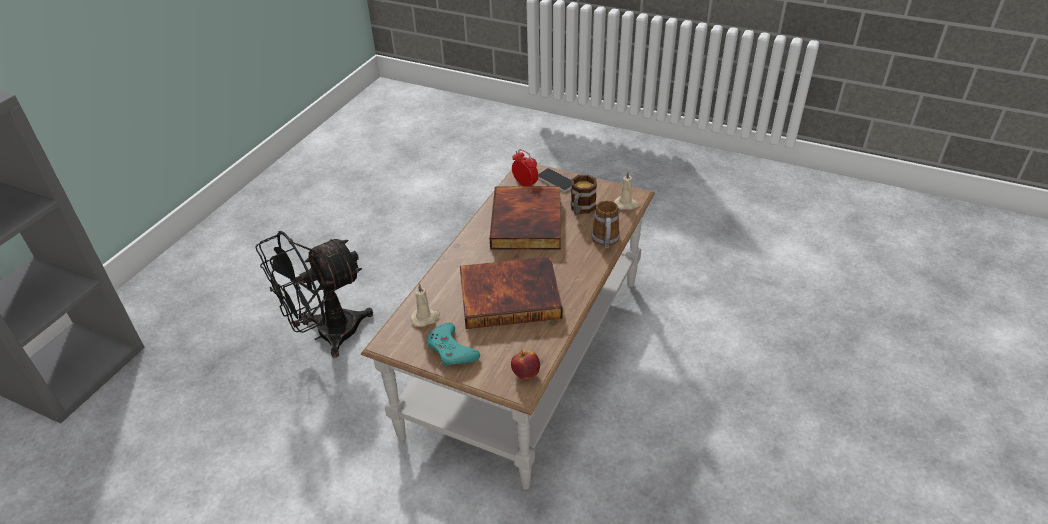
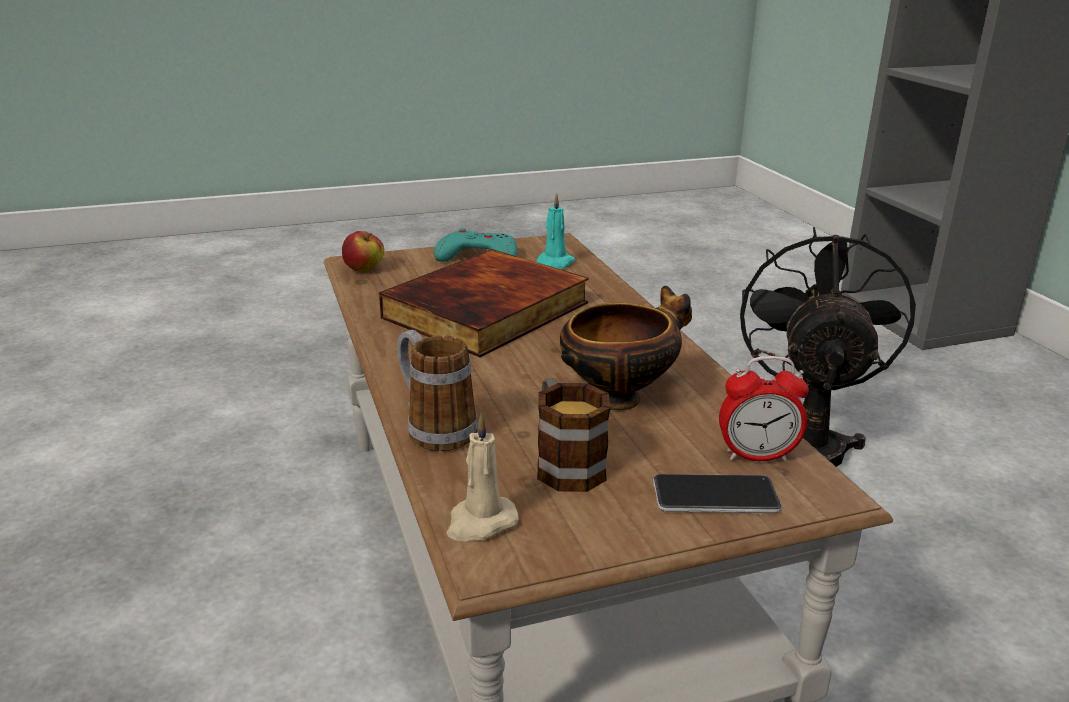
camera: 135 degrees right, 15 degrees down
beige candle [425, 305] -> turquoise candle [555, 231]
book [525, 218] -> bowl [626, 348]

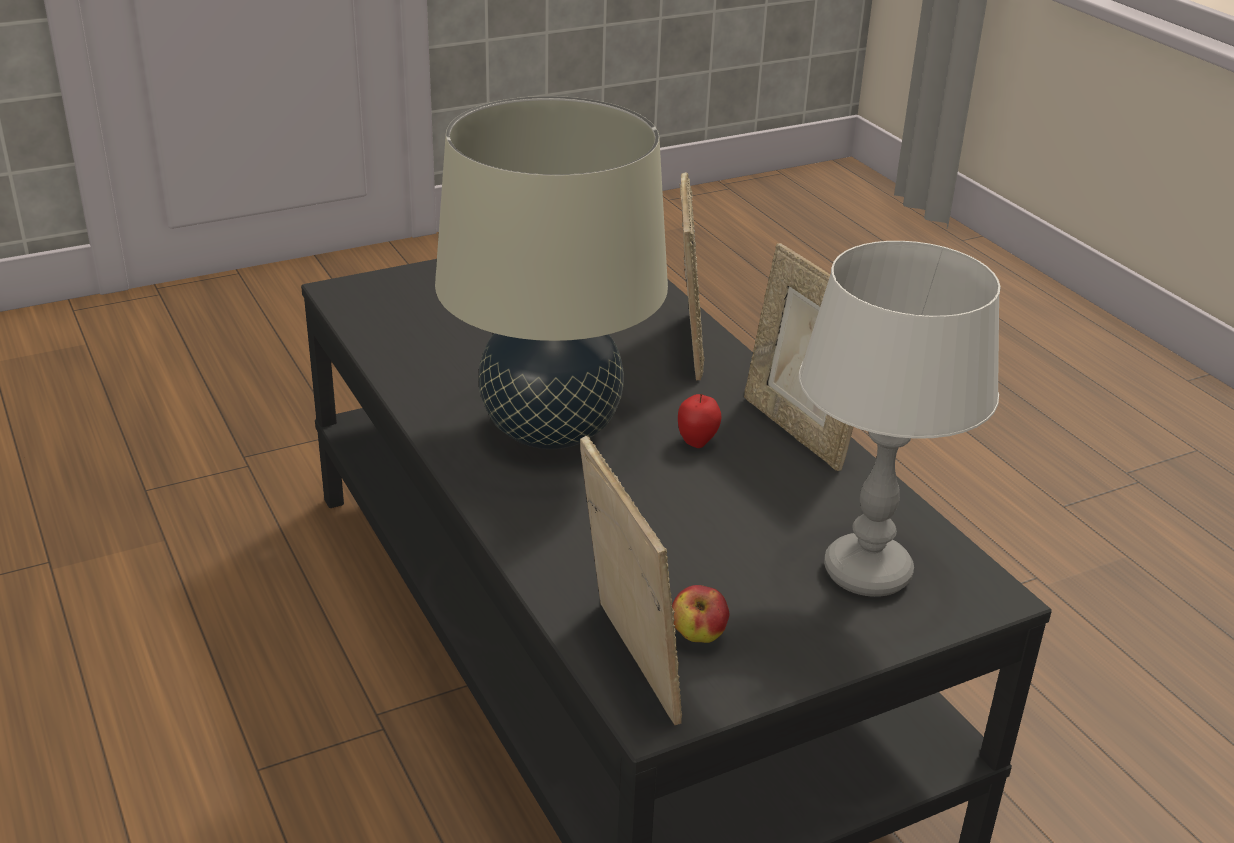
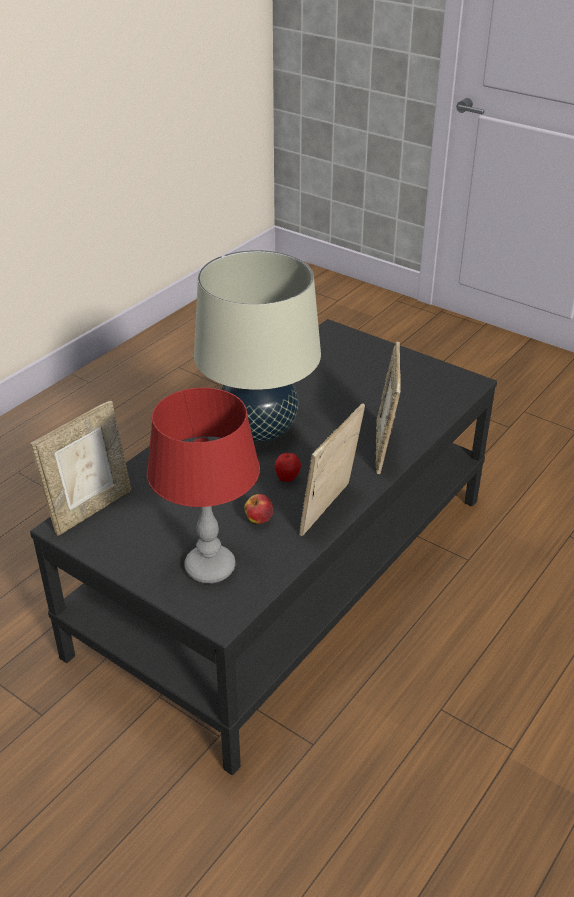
camera: 65 degrees right, 5 degrees up
grey table lamp [899, 419] -> red table lamp [203, 486]
apple [701, 614] -> apple [259, 509], moved
picture frame [692, 276] -> picture frame [388, 408], 120 degrees clockwise

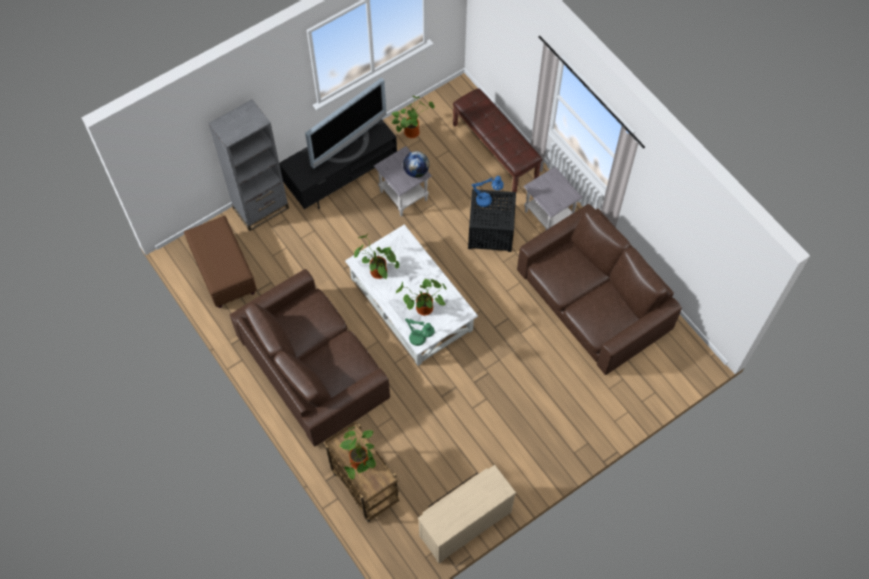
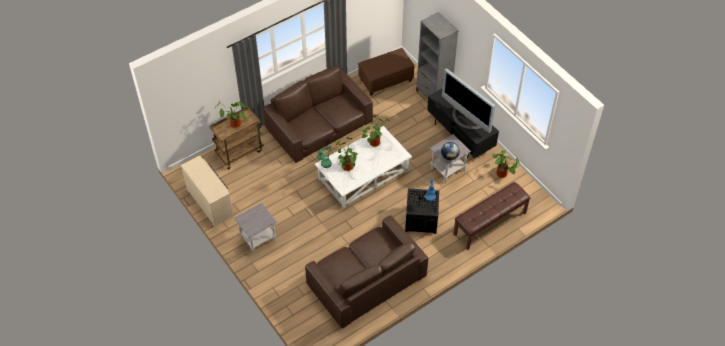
camera: 90 degrees right, 10 degrees down
grey side table [553, 198] -> grey side table [255, 228], moved

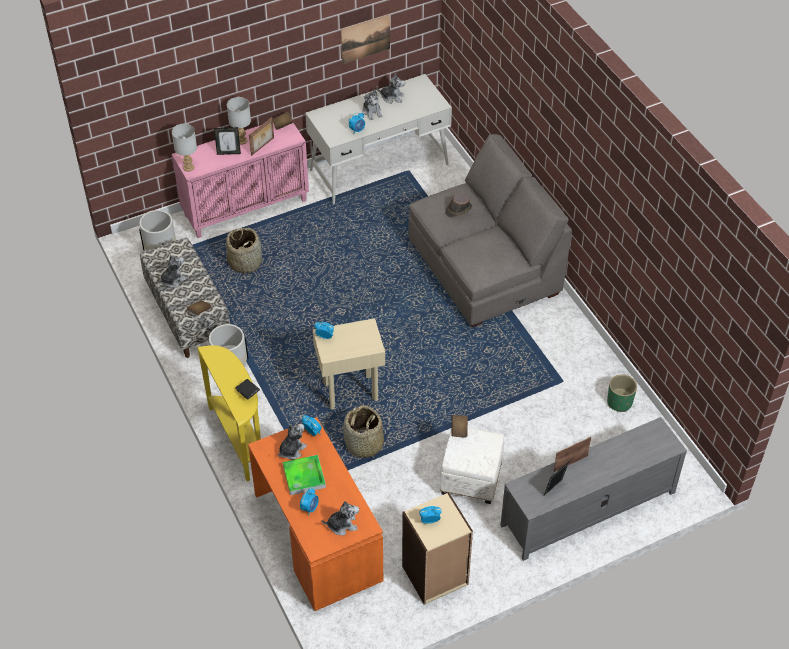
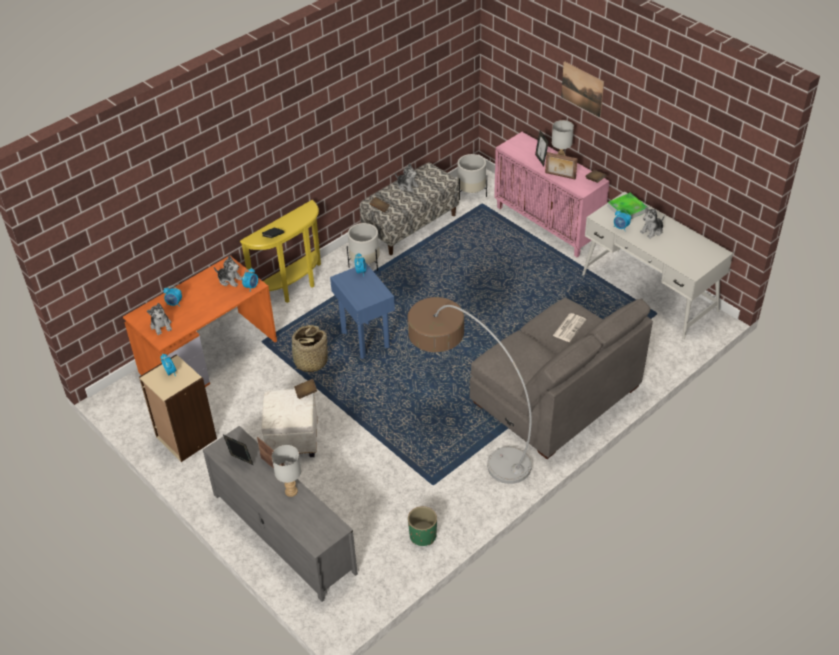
camera: 75 degrees right, 5 degrees down
grey table lamp [184, 148] -> grey table lamp [286, 471], moved
beige side table [349, 364] -> blue side table [362, 311]
none -> floor lamp [469, 390]
brown hat [458, 206] -> newspaper [569, 327]
picture [365, 39] -> picture [582, 89], moved
tray [304, 475] -> tray [627, 206], moved
basket [244, 250] -> none
plush toy [391, 88] -> none

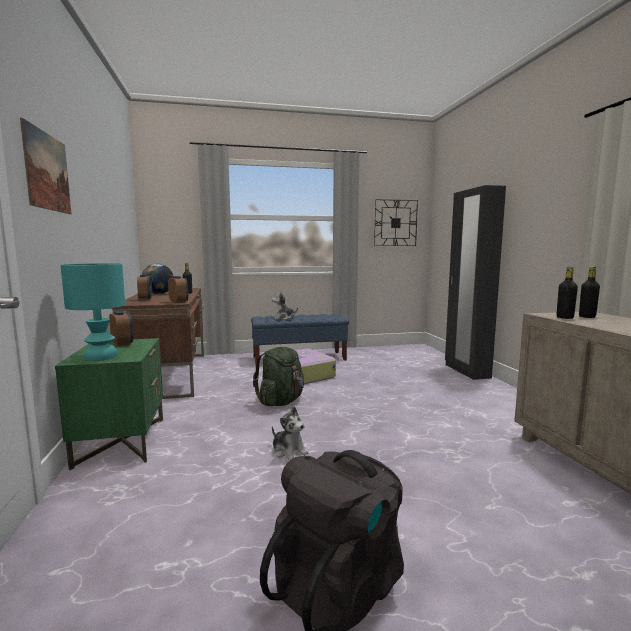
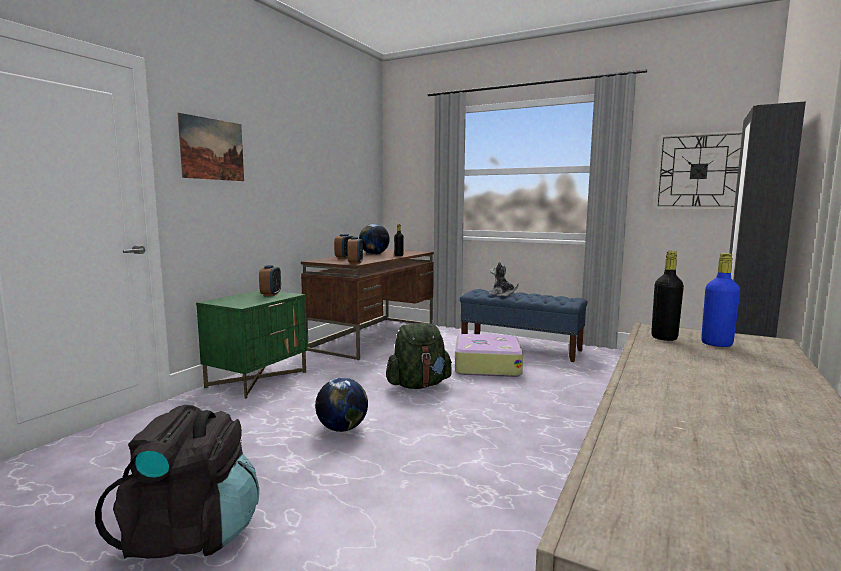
camera: 40 degrees right, 0 degrees up
plush toy [290, 433] -> globe [341, 405]
black bottle [589, 292] -> blue bottle [720, 300]
turquoise table lamp [93, 312] -> none

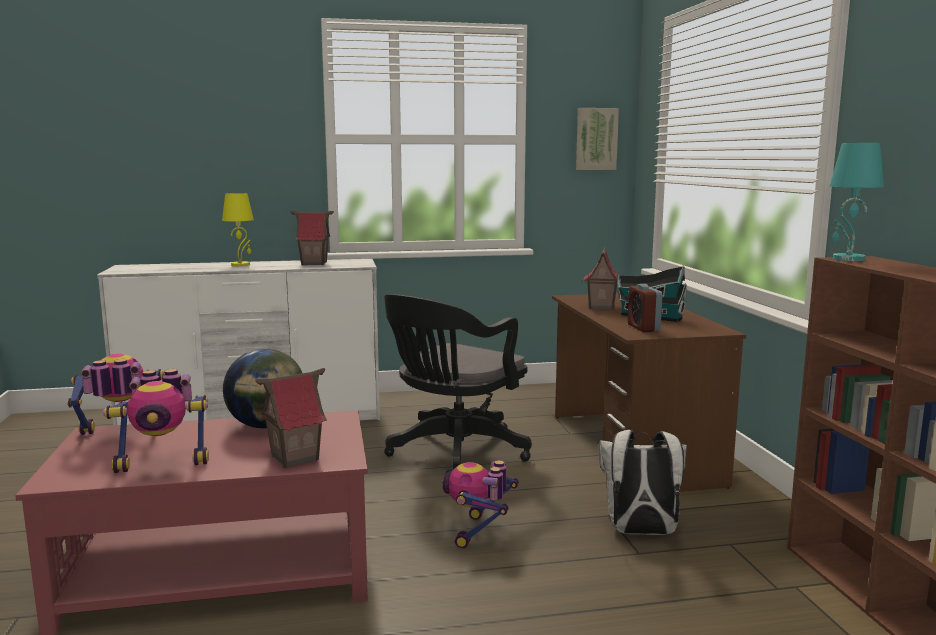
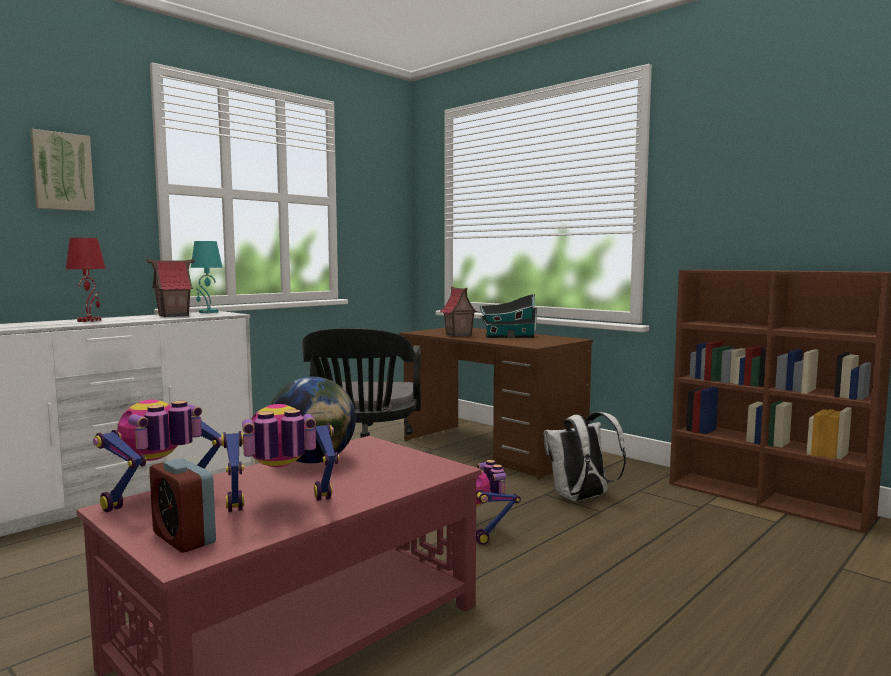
camera: 35 degrees left, 5 degrees down
picture [597, 139] -> picture [62, 170], moved
yellow table lamp [238, 230] -> red table lamp [86, 280]
alarm clock [645, 308] -> alarm clock [182, 505], moved
turquoise table lamp [857, 202] -> turquoise table lamp [207, 277], moved
toy robot [156, 421] -> toy robot [279, 458], 150 degrees counterclockwise
toy house [291, 418] -> none

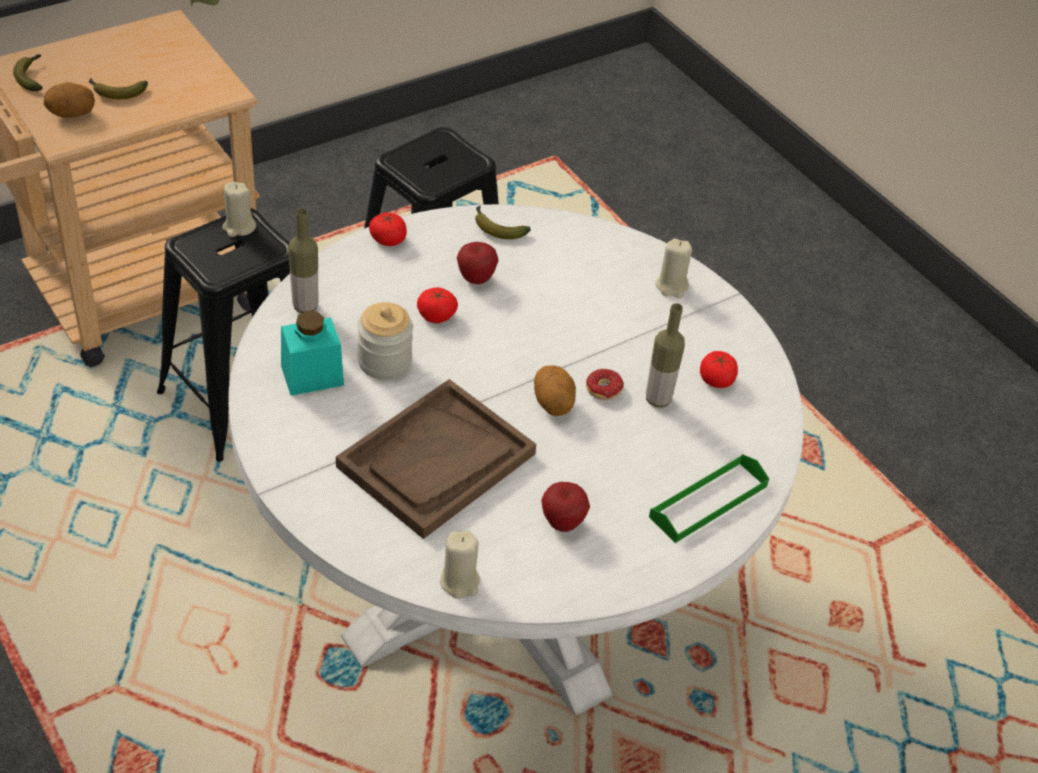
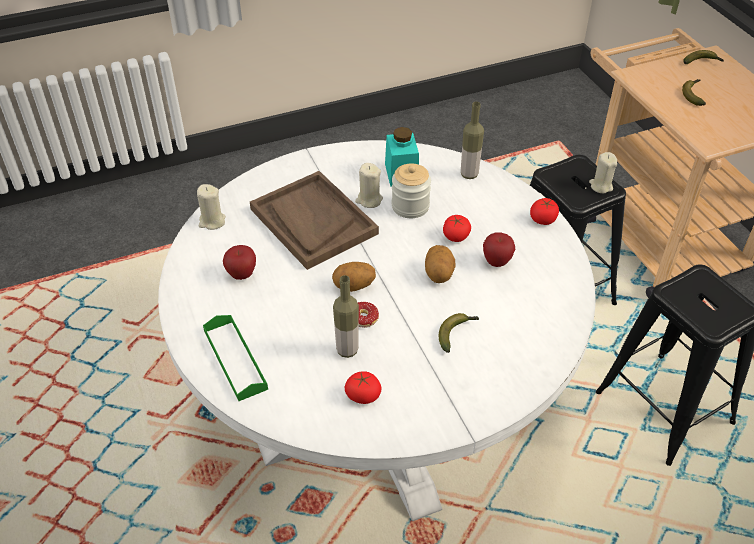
camera: 105 degrees right, 0 degrees up
beige candle [674, 268] -> beige candle [369, 185], moved
potato [69, 100] -> potato [440, 264], moved
banana [503, 222] -> banana [459, 333], moved

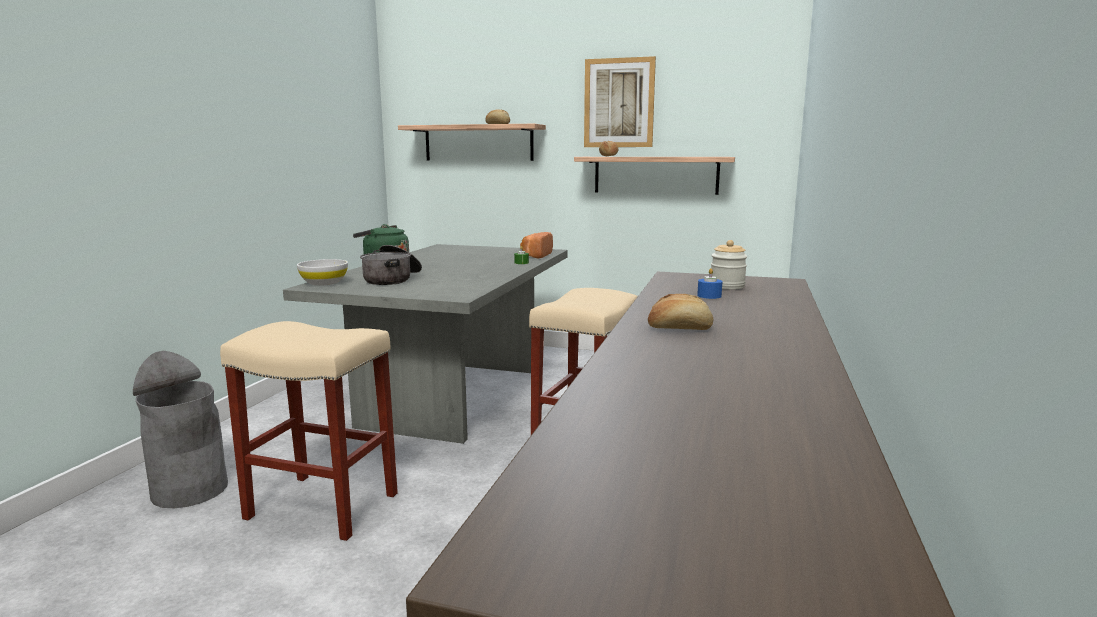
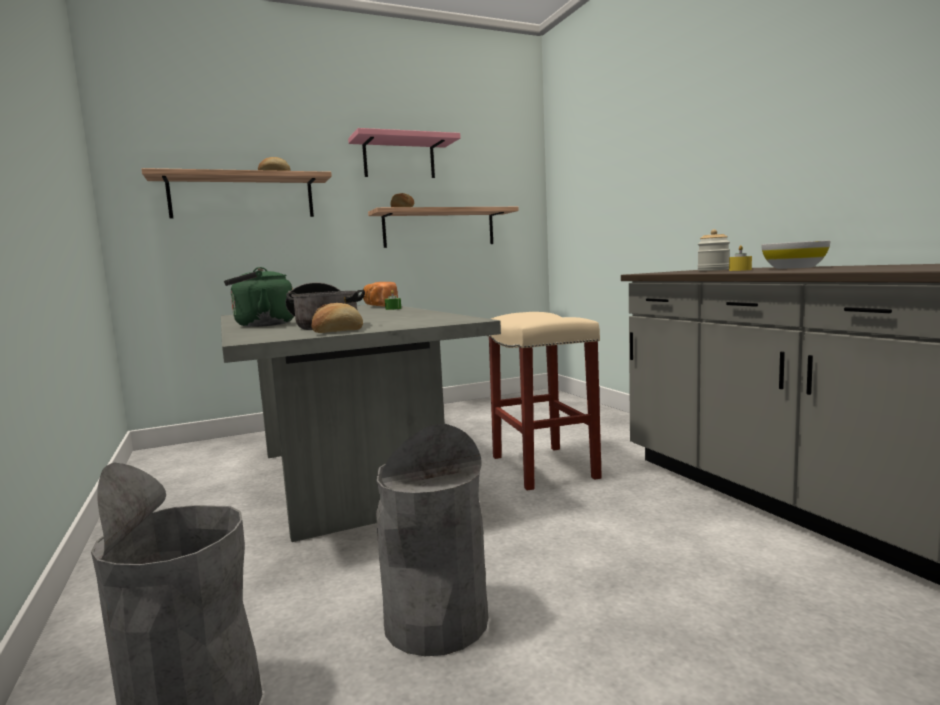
camera: 40 degrees left, 5 degrees down
bread [680, 312] -> bread [337, 318], moved
picture [620, 101] -> pink shelf [404, 153]
beige stool [309, 431] -> grey trash can [432, 540]
blue candle [709, 283] -> yellow candle [740, 258]
white bowl [322, 272] -> white bowl [796, 254], moved

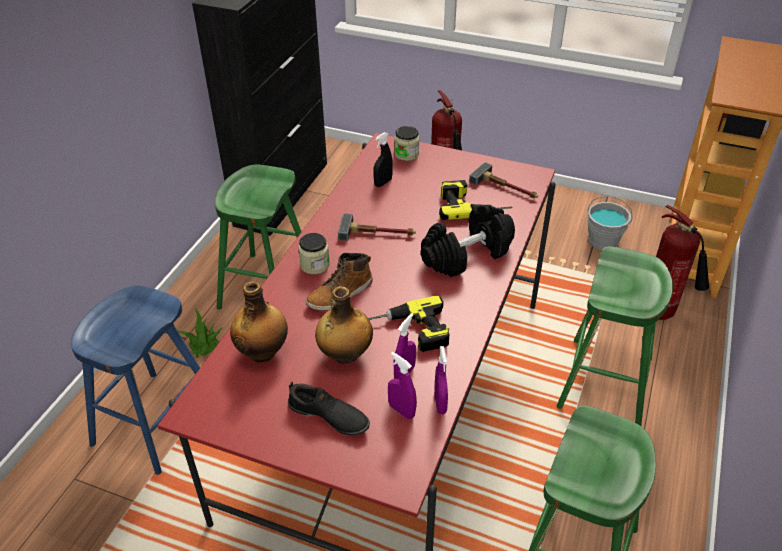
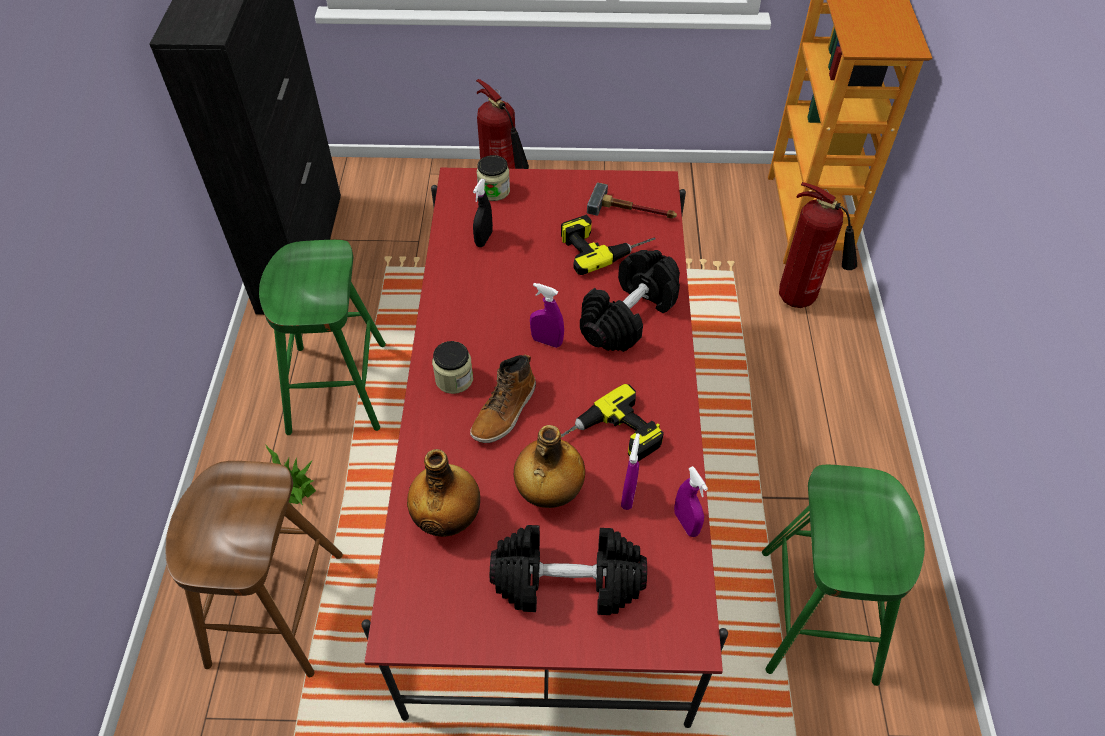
camera: 20 degrees left, 10 degrees up
blue stool [135, 380] -> brown stool [254, 569]
black shoe [329, 408] -> black dumbbell [568, 570]
purple spray bottle [402, 385] -> purple spray bottle [547, 315], moved
hammer [377, 227] -> none
green stool [615, 336] -> none
grey bucket [610, 223] -> none

